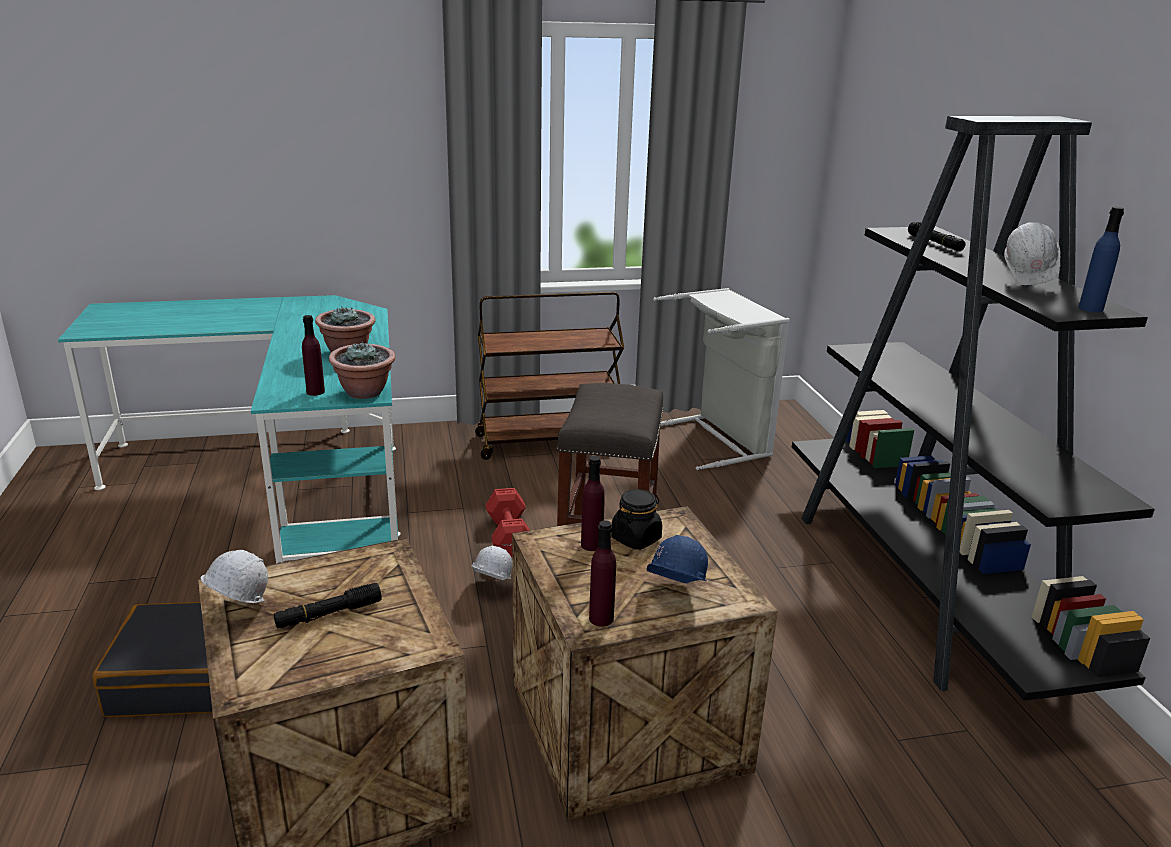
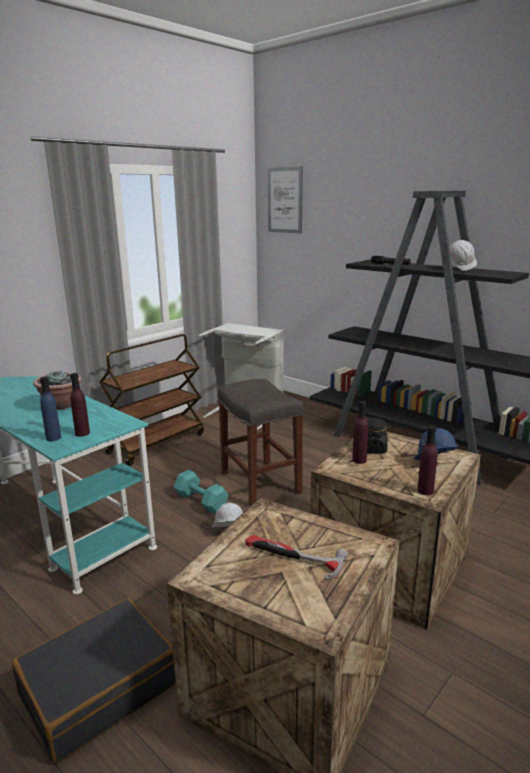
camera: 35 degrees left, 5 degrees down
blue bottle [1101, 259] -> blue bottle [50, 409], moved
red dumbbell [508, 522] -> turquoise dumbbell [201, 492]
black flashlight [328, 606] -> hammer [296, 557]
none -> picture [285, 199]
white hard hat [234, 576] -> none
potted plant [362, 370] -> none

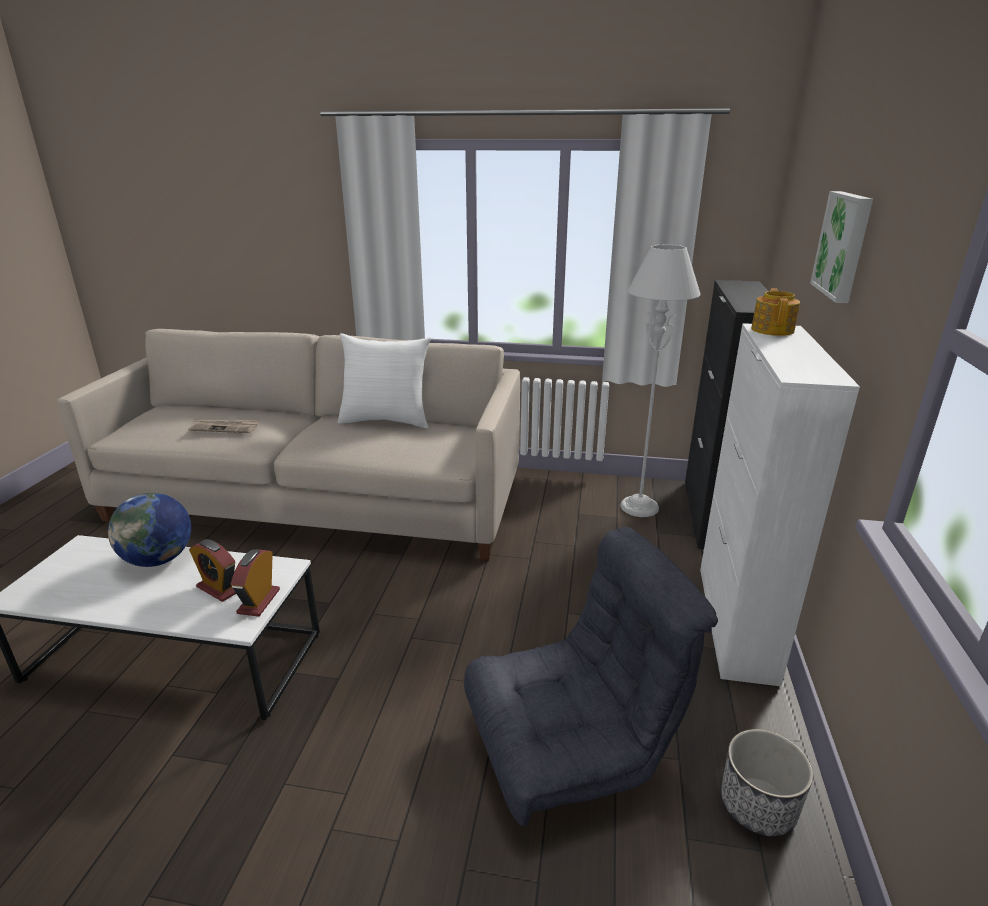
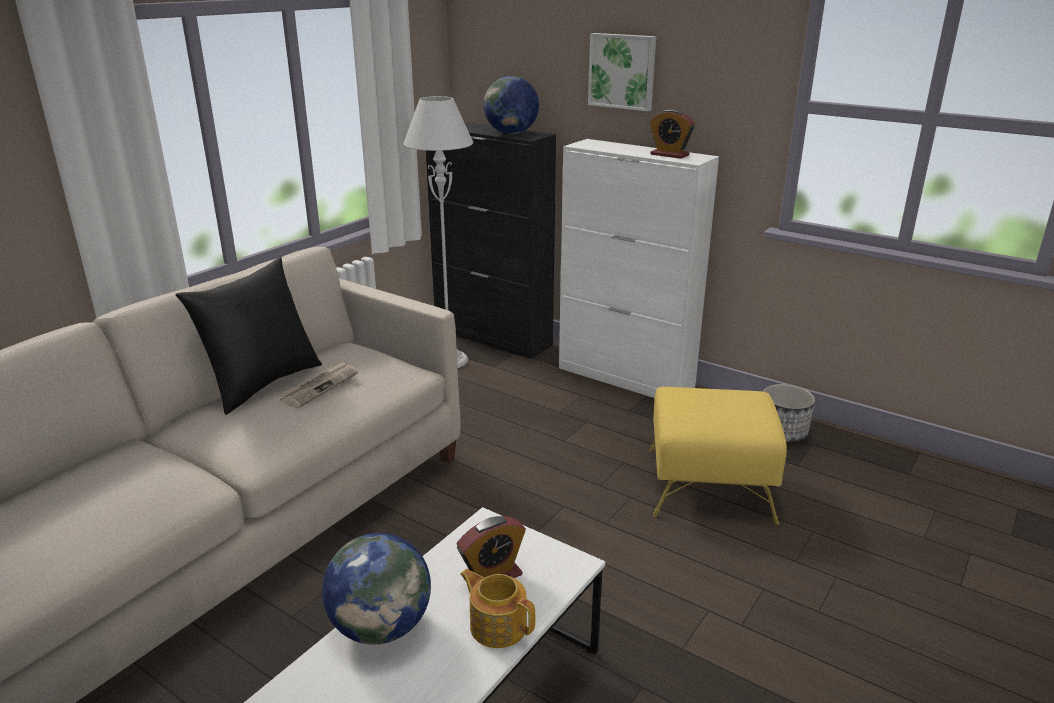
camera: 65 degrees left, 0 degrees up
white pillow [384, 380] -> black pillow [248, 336]
newspaper [224, 426] -> newspaper [318, 384], moved
teapot [775, 312] -> teapot [497, 608], moved
none -> globe [511, 105]
grey armchair [591, 676] -> yellow ottoman [718, 456]
alarm clock [255, 583] -> alarm clock [672, 134], moved

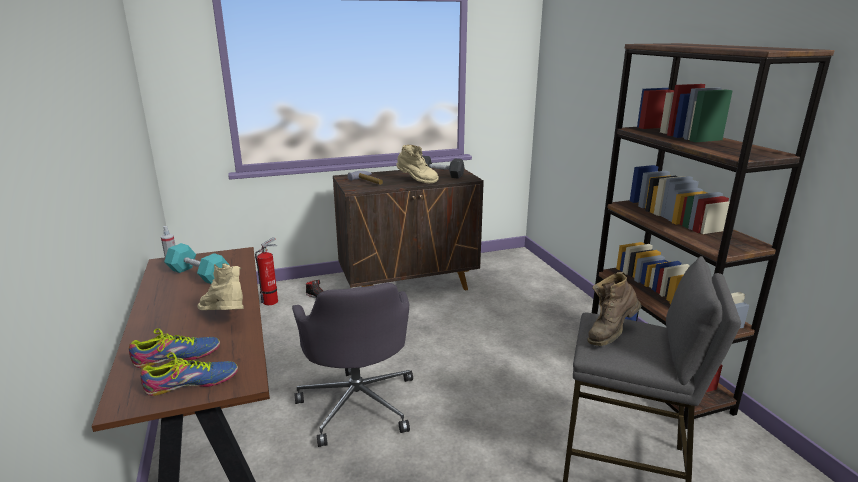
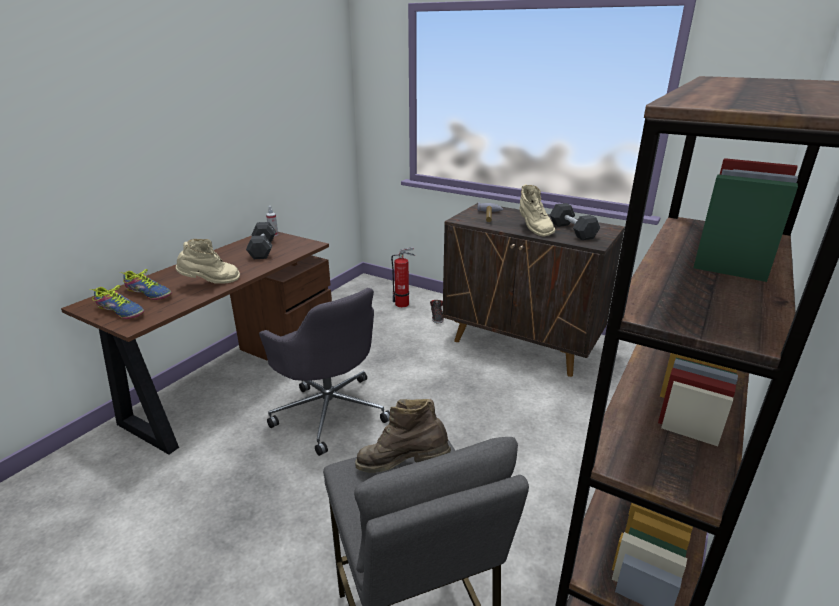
camera: 50 degrees right, 5 degrees up
beige boot [220, 286] -> beige boot [207, 261], 60 degrees clockwise
turquoise dumbbell [196, 263] -> black dumbbell [261, 240]
grey office chair [352, 364] -> grey office chair [324, 372], 75 degrees counterclockwise

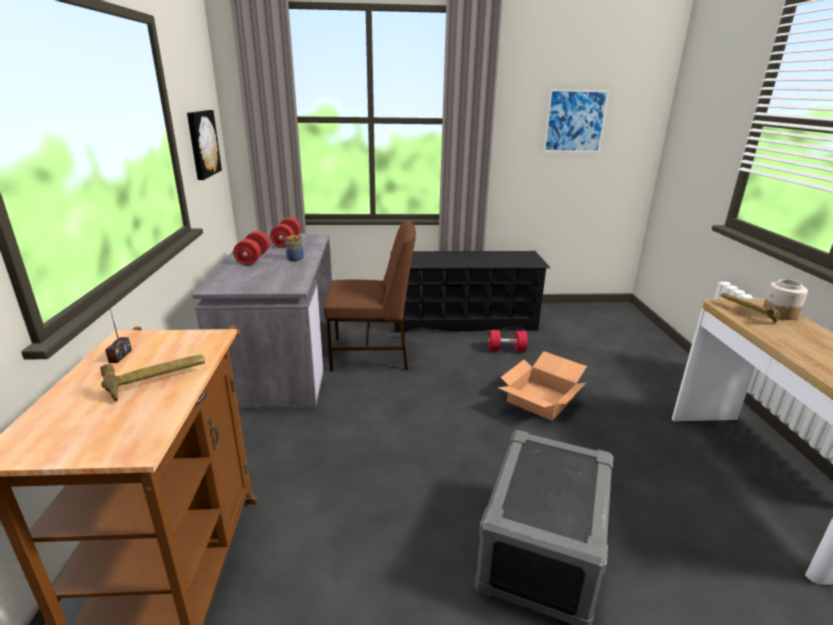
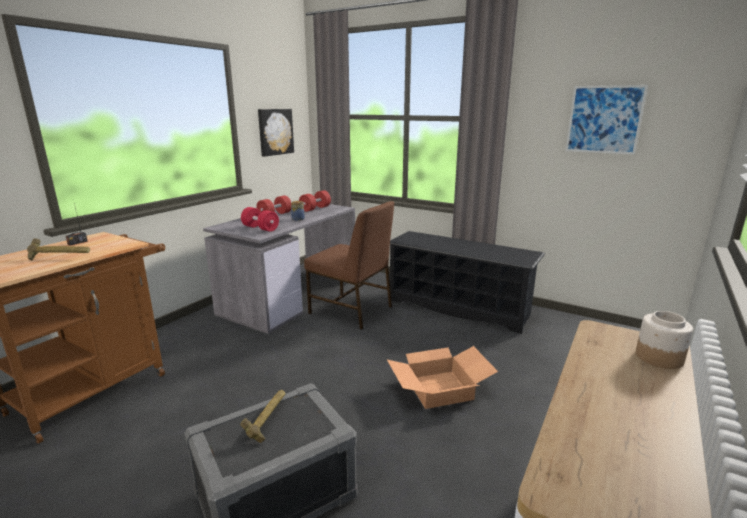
camera: 35 degrees right, 5 degrees down
hammer [750, 307] -> hammer [262, 416], moved
red dumbbell [507, 340] -> red dumbbell [260, 219], moved

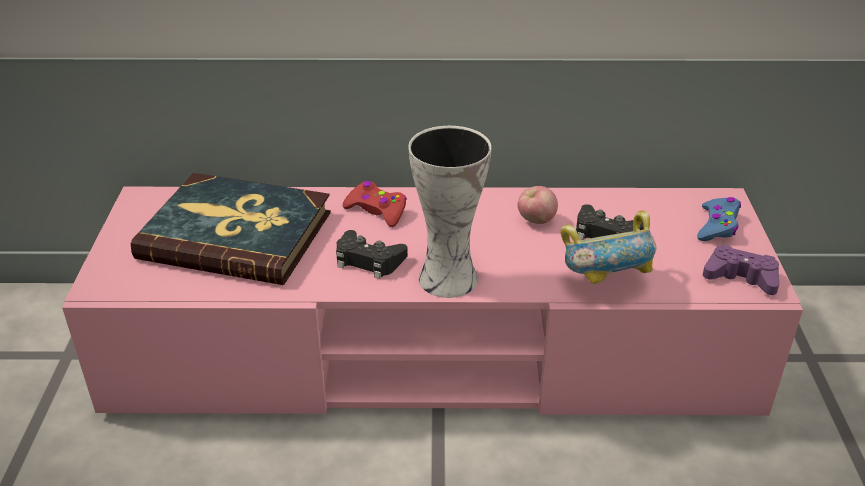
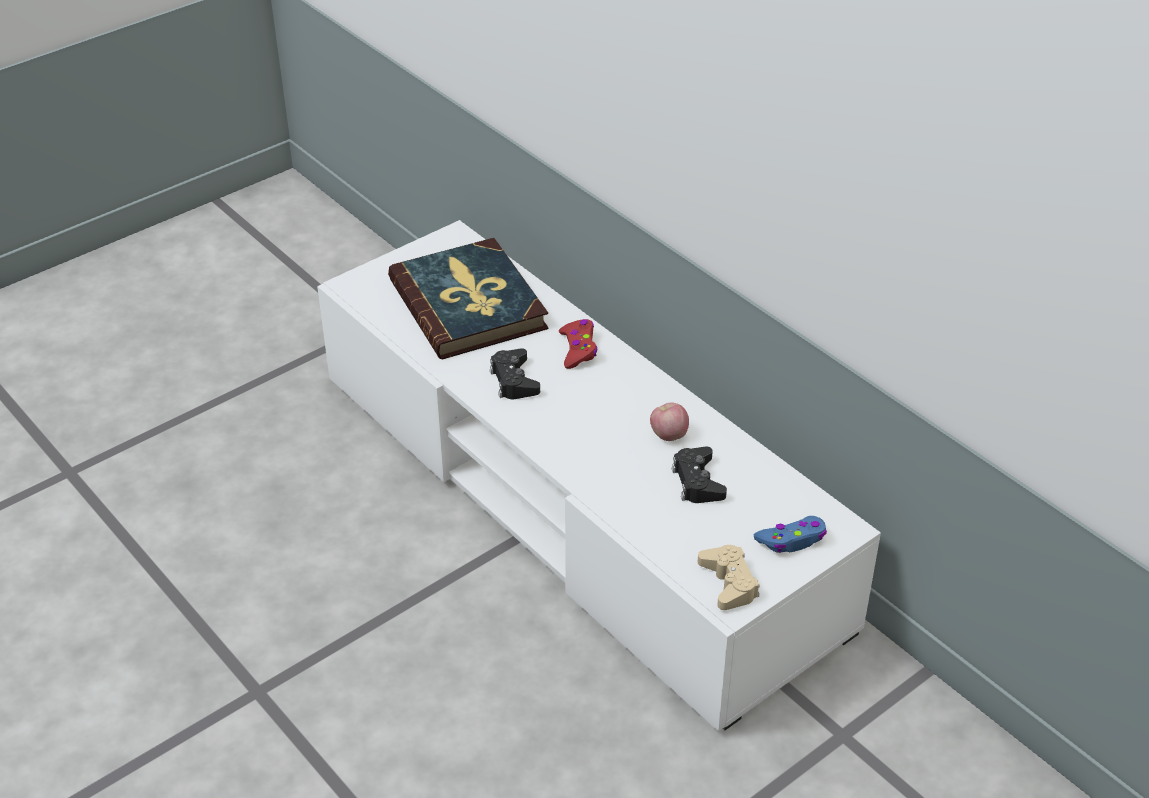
camera: 50 degrees right, 5 degrees up
pink tv stand [432, 301] -> white tv stand [599, 475]
purple game controller [741, 270] -> beige game controller [729, 577]
vase [450, 212] -> none
bowl [608, 247] -> none

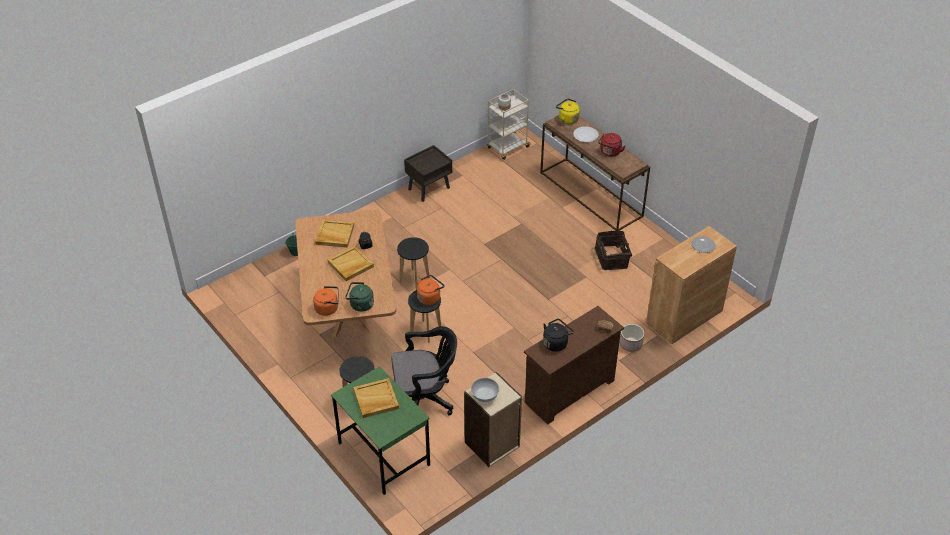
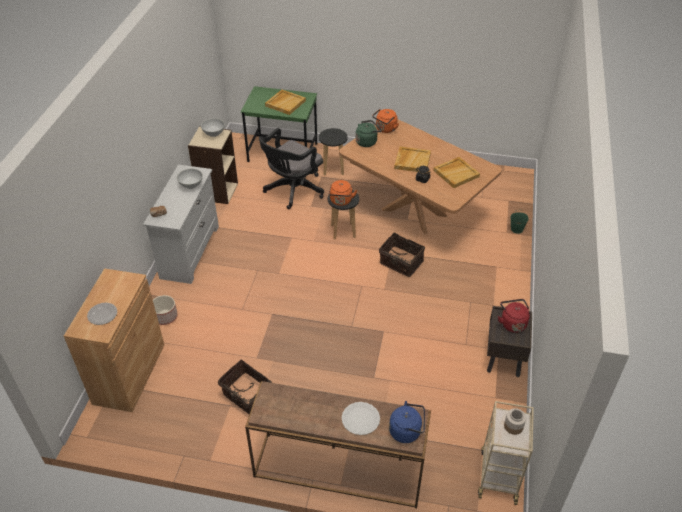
camera: 140 degrees right, 0 degrees up
brown dresser [574, 365] -> white dresser [181, 224]
black kettle [558, 335] -> white bowl [190, 178]
black stool [413, 263] -> basket [402, 255]
yellow kettle [568, 111] -> blue kettle [407, 422]
red kettle [611, 145] -> red kettle [514, 316], moved

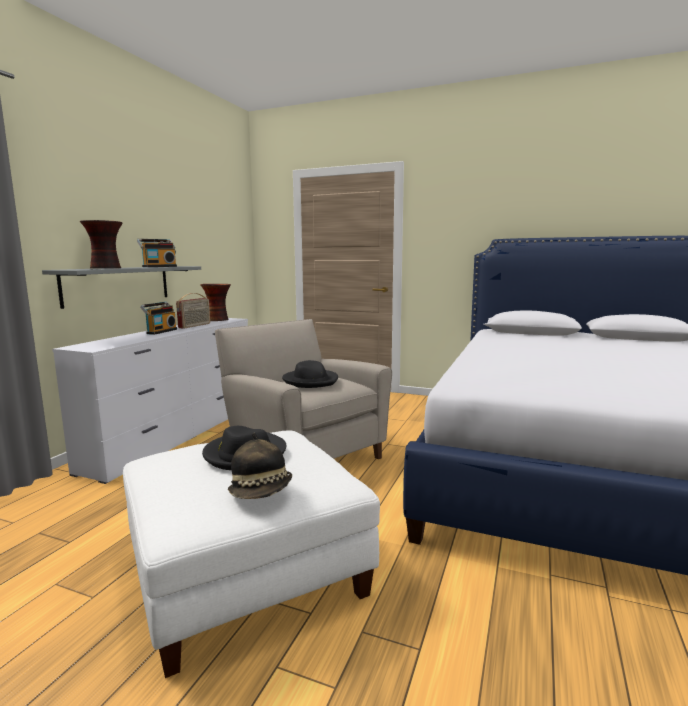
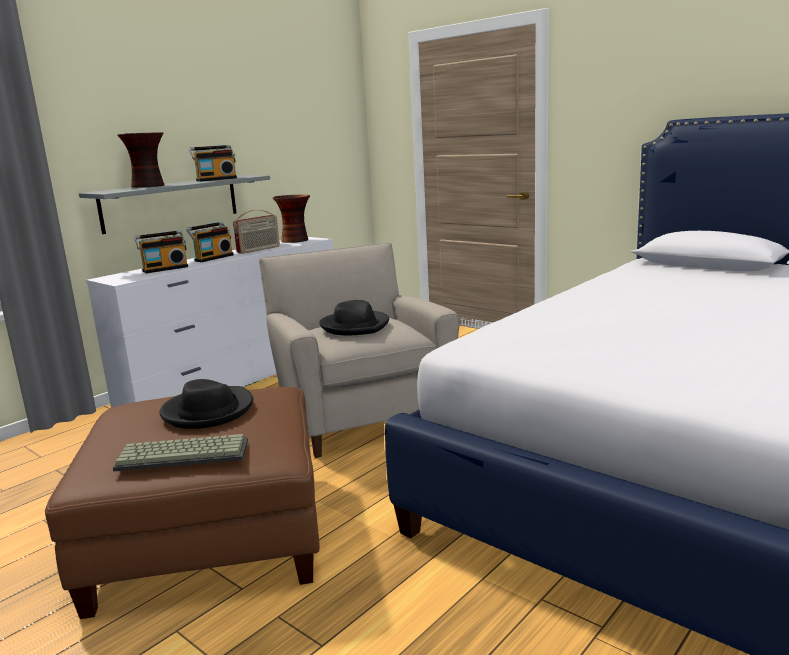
camera: 20 degrees right, 5 degrees up
white ottoman [251, 554] -> brown ottoman [182, 503]
hat [260, 466] -> keyboard [180, 452]
none -> radio [161, 251]

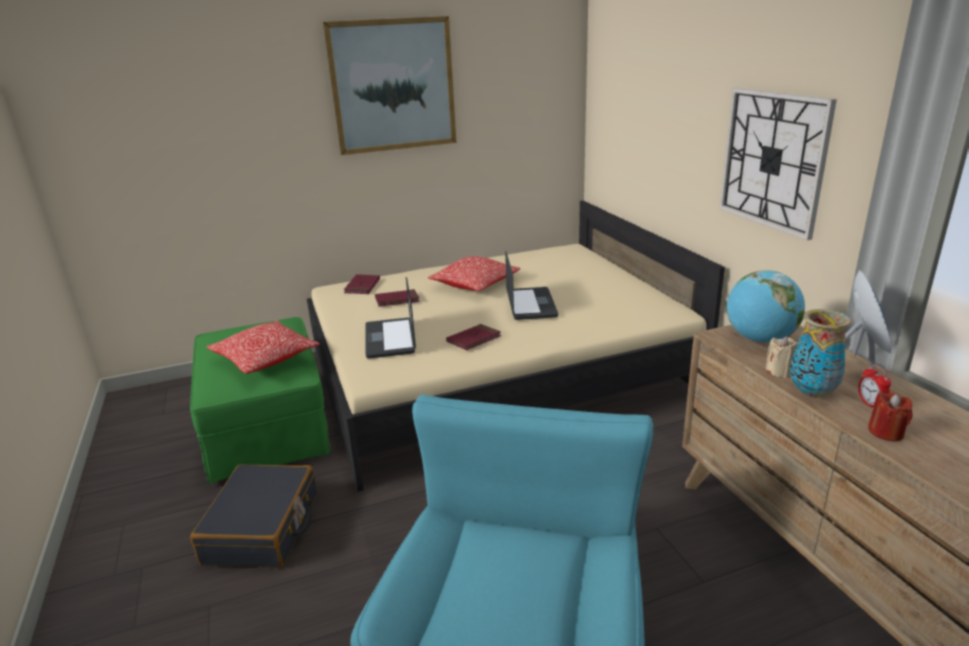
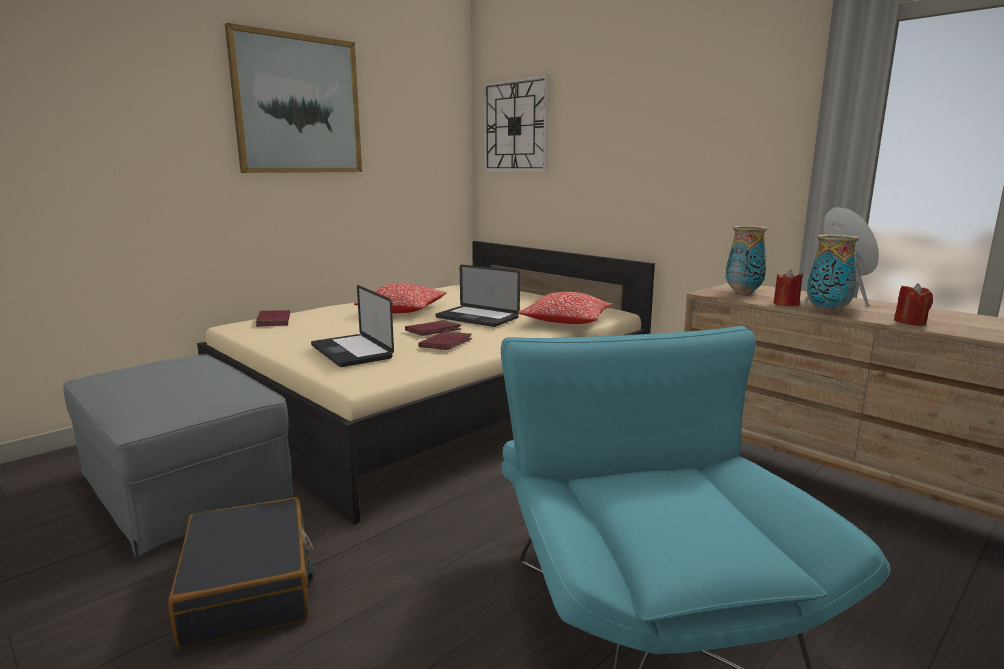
camera: 25 degrees left, 10 degrees down
green ottoman [260, 401] -> grey ottoman [178, 456]
red book [397, 298] -> red book [433, 328], moved
laptop [531, 286] -> laptop [477, 296], 150 degrees clockwise
wall clock [778, 164] -> wall clock [516, 123], moved
pillow [263, 347] -> pillow [565, 308], moved
globe [766, 306] -> vase [746, 260]
beige candle [781, 357] -> red candle [788, 287]
alarm clock [874, 386] -> none

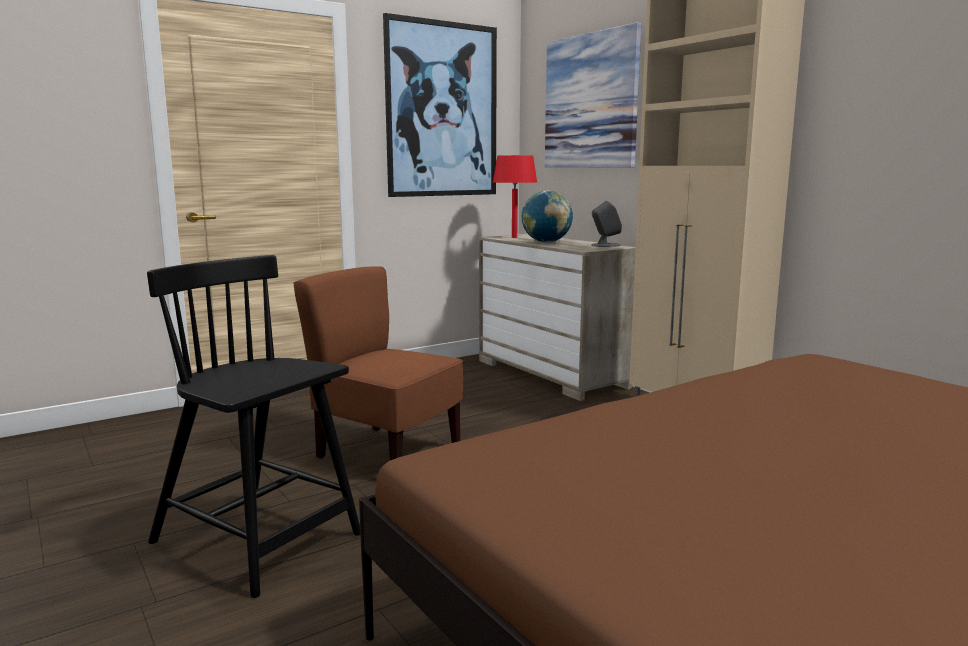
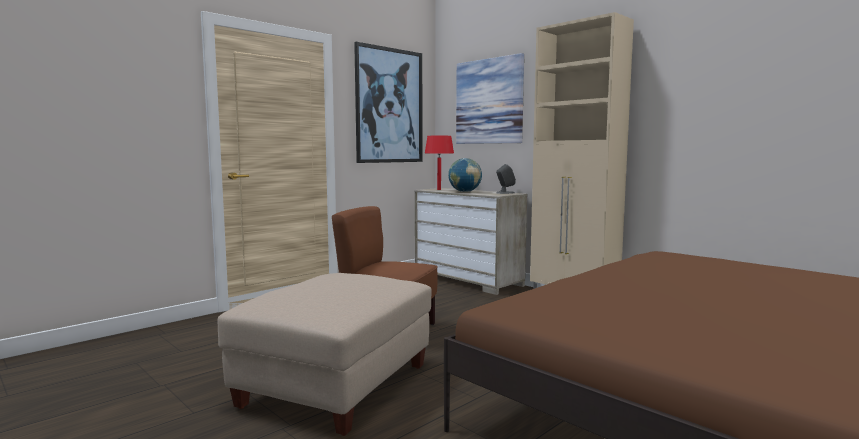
camera: 10 degrees left, 5 degrees down
black chair [253, 426] -> beige ottoman [325, 354]

